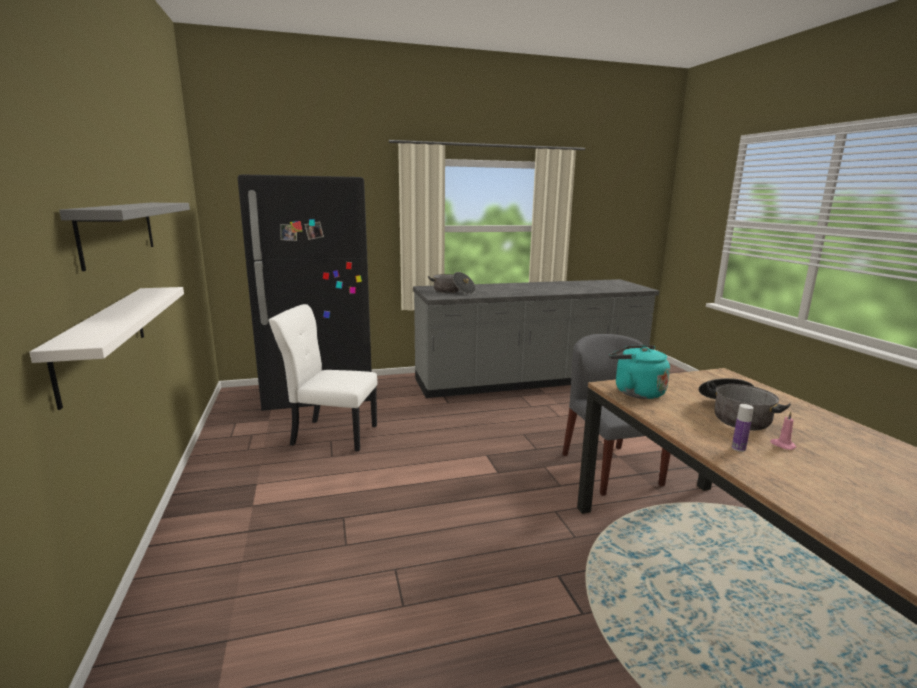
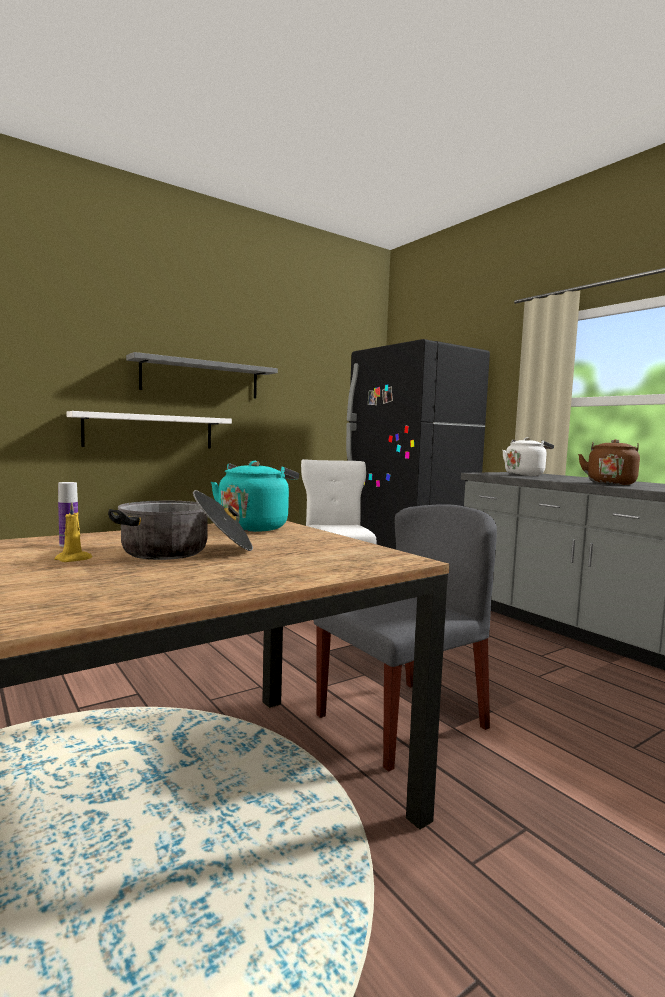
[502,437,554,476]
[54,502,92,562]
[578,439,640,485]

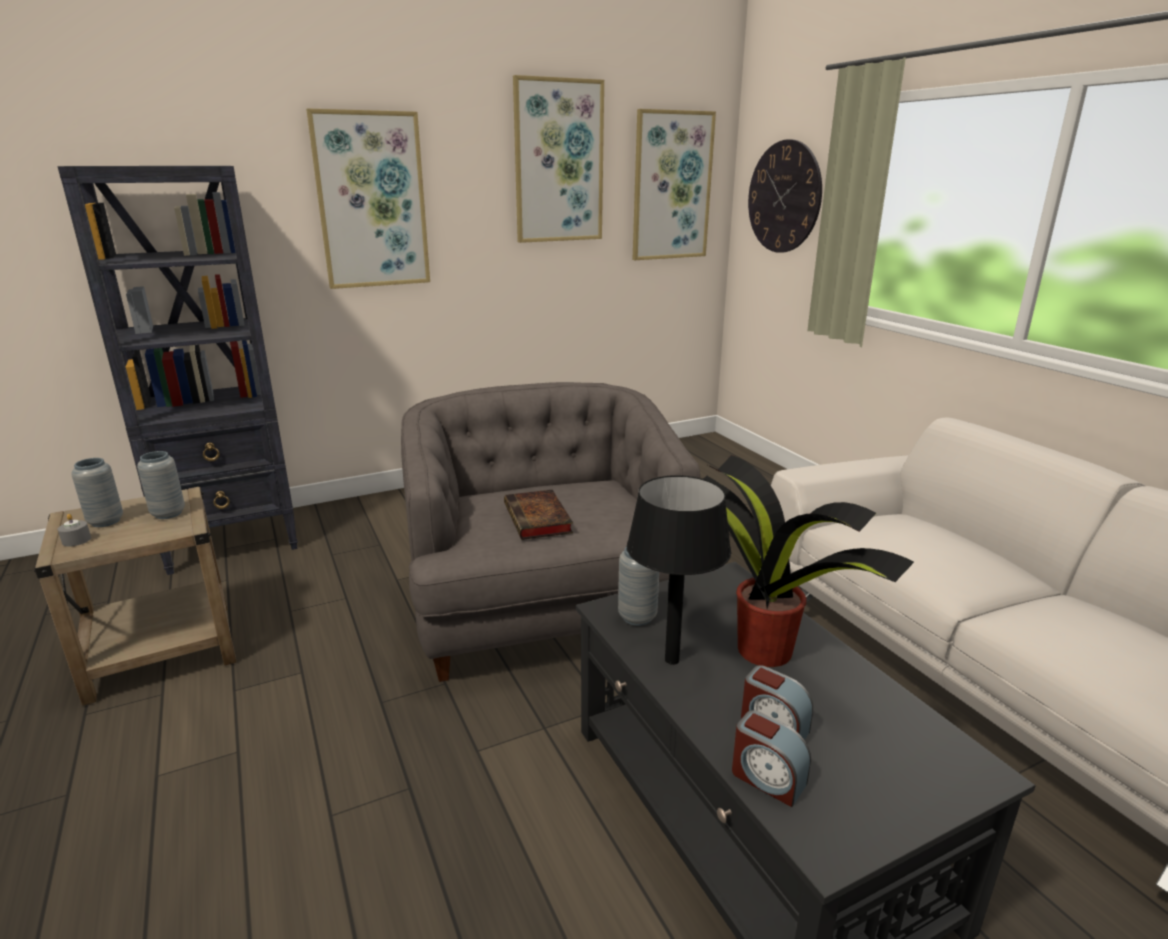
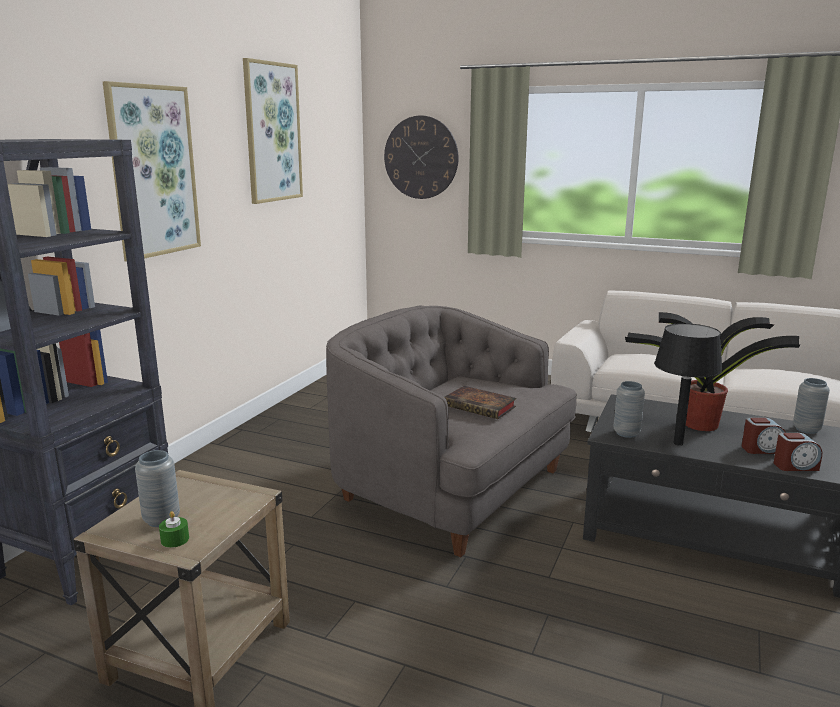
[159,511,189,548]
[793,378,830,434]
[633,109,716,260] (first image)

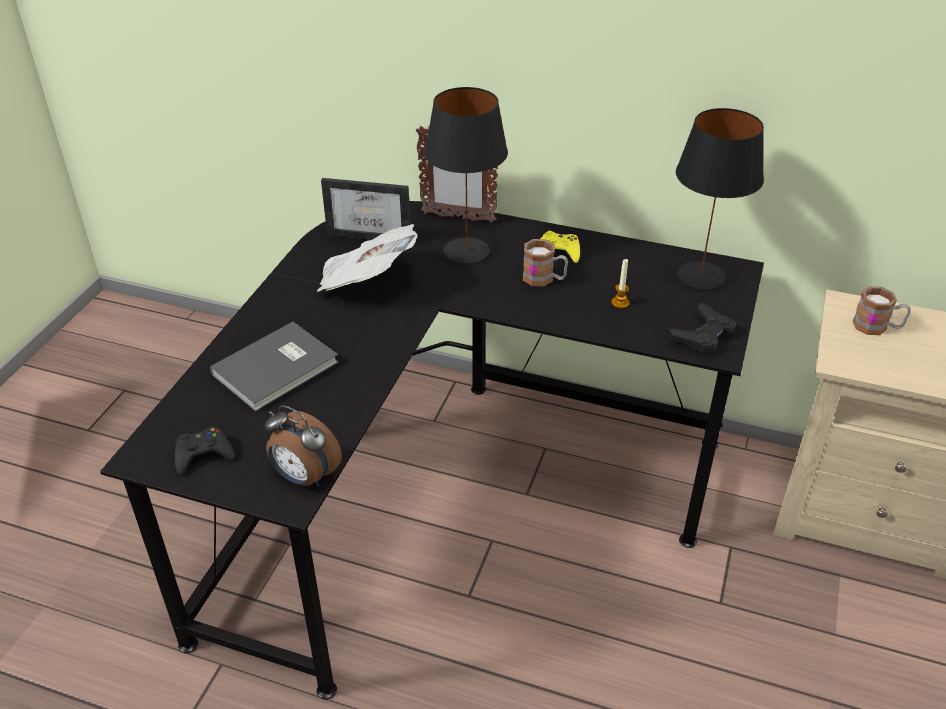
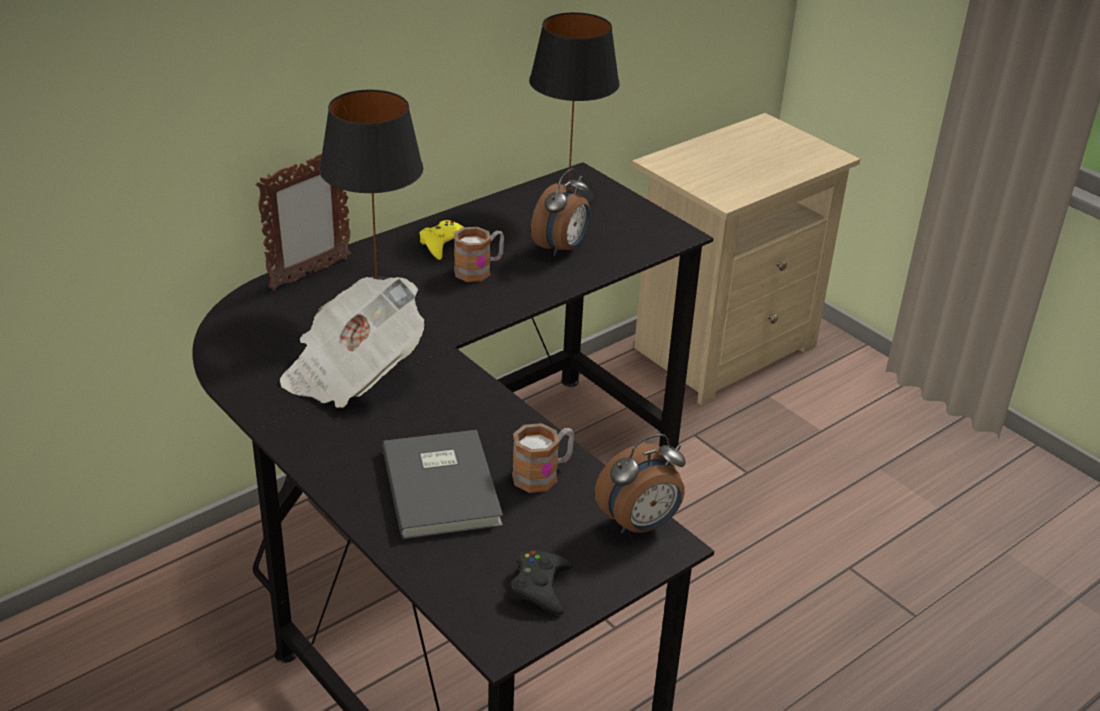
[321,178,410,240] (first image)
[531,168,590,256]
[669,303,736,355] (first image)
[512,423,574,493]

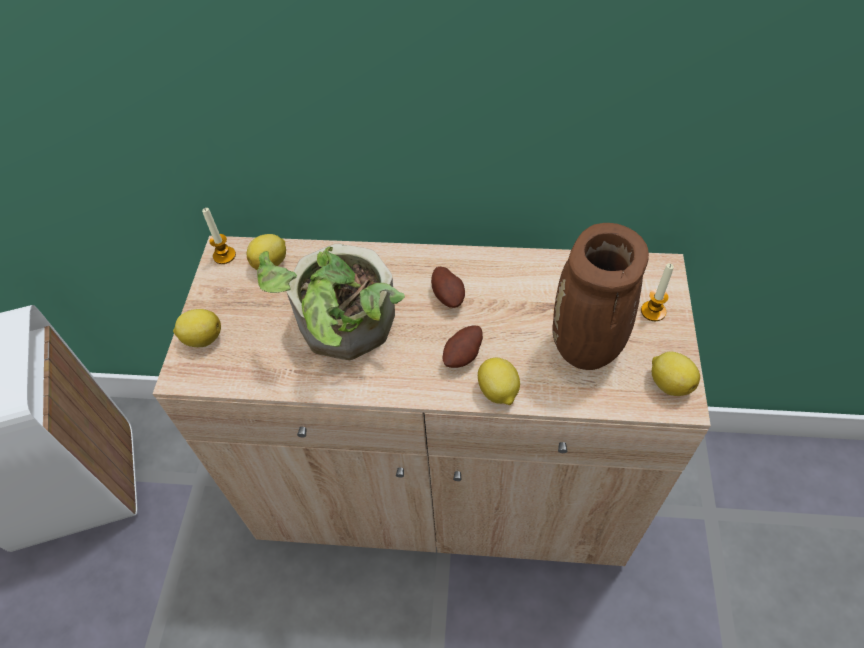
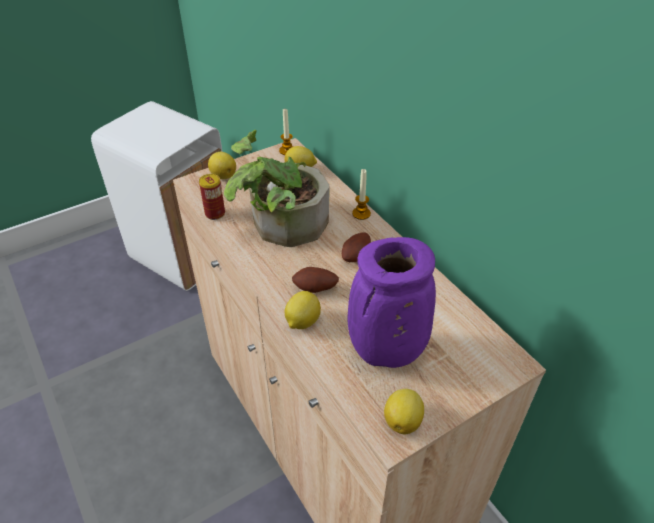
[347,237,436,368]
[352,169,371,220]
[199,174,225,220]

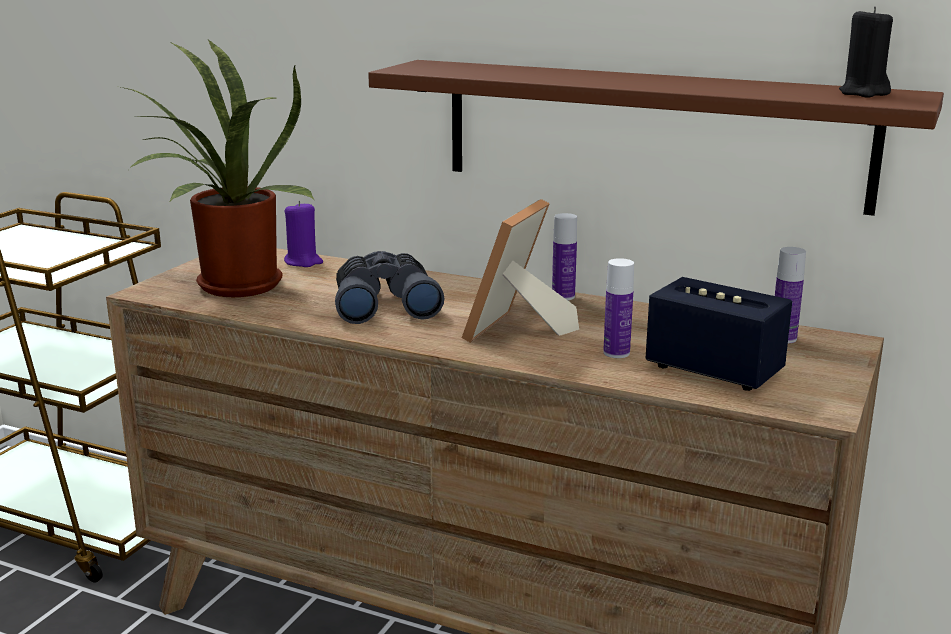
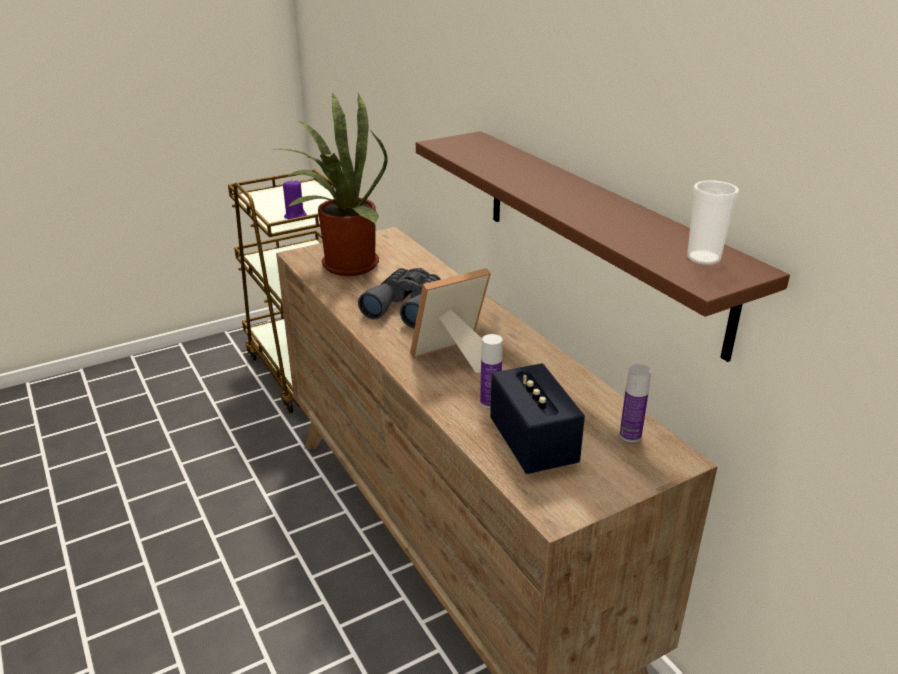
[283,179,307,219]
[552,213,577,300] (first image)
[687,181,739,265]

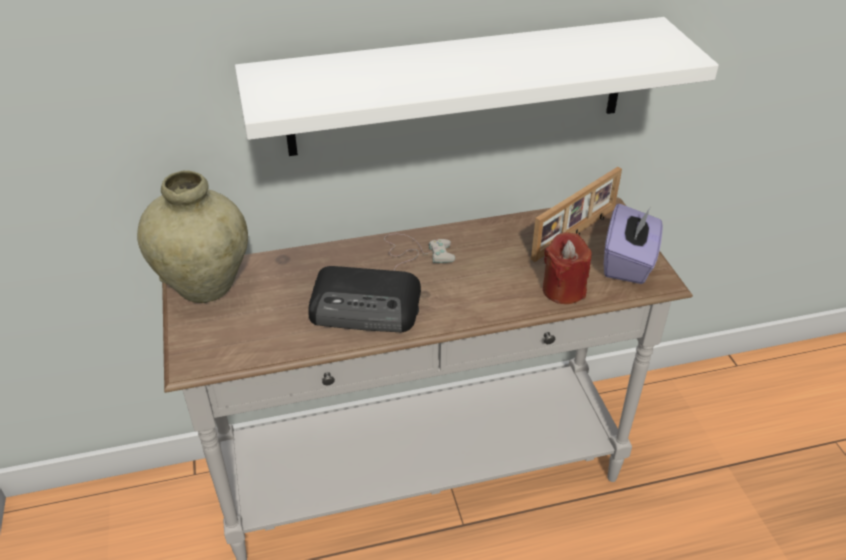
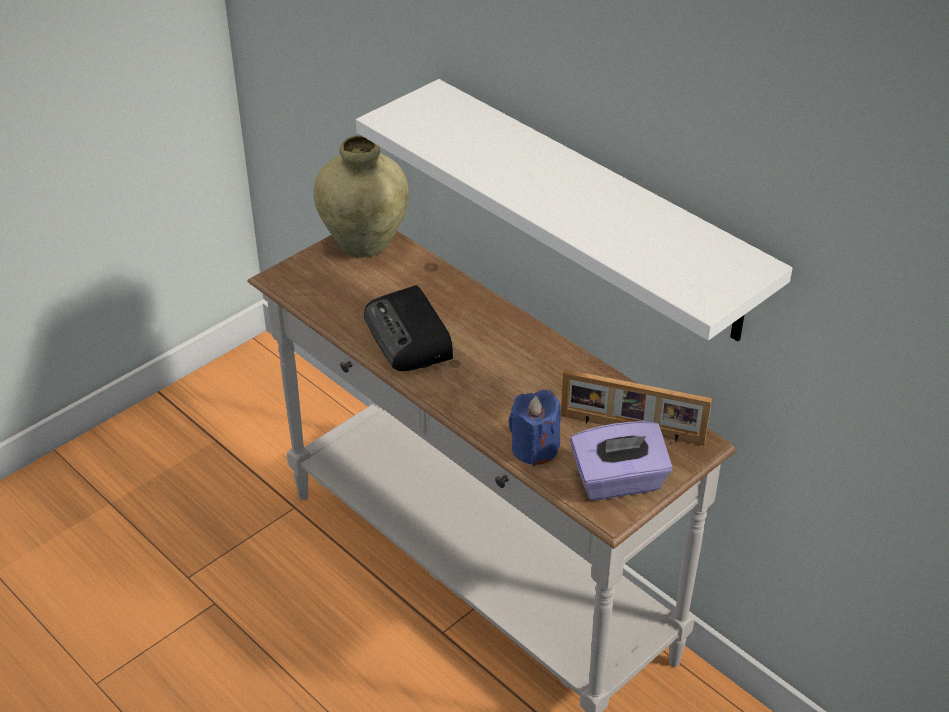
[384,234,455,271] (first image)
[508,390,561,466]

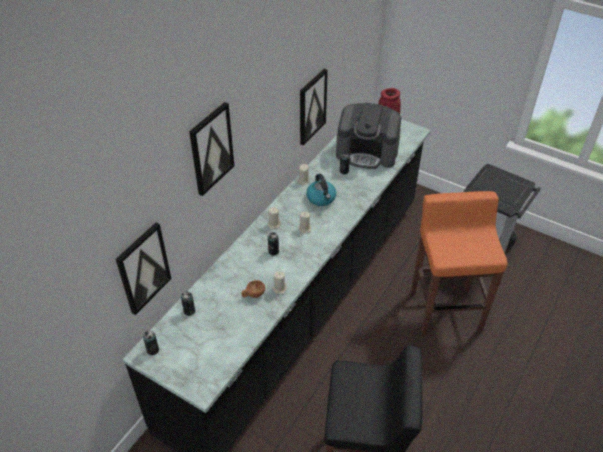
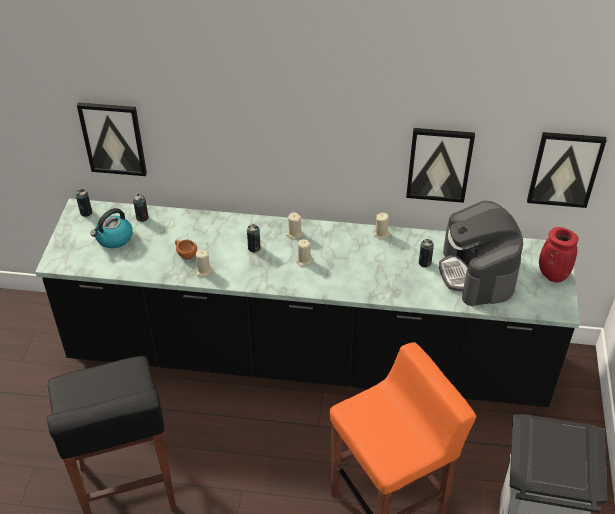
[527,132,607,208]
[90,208,133,248]

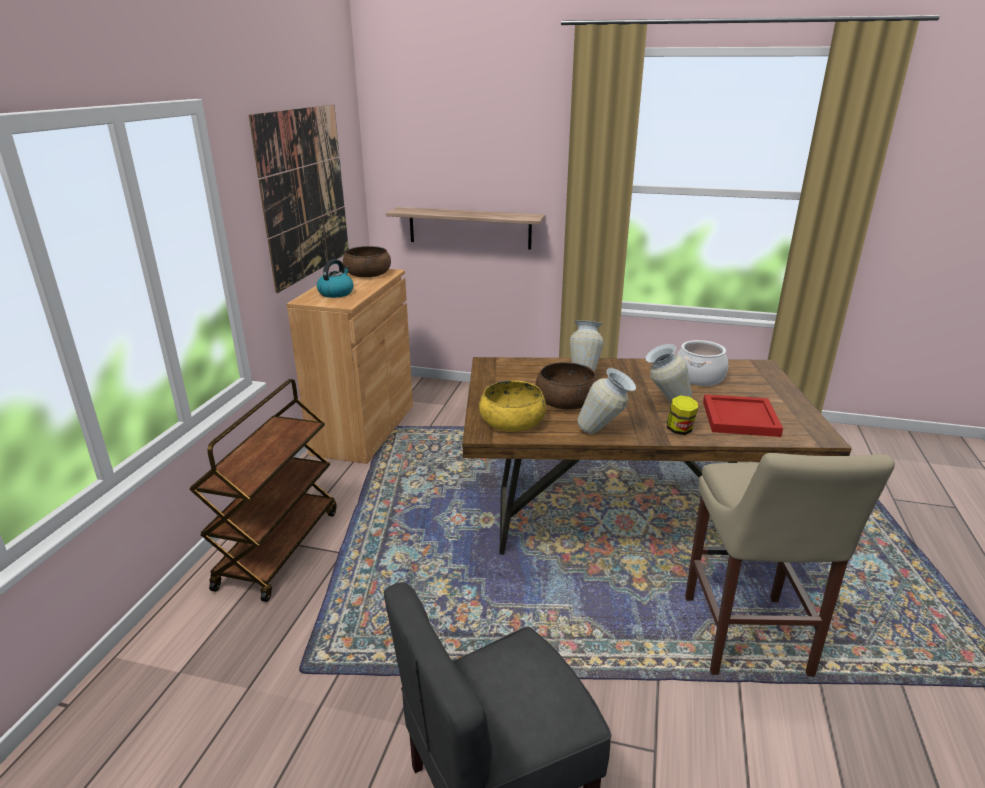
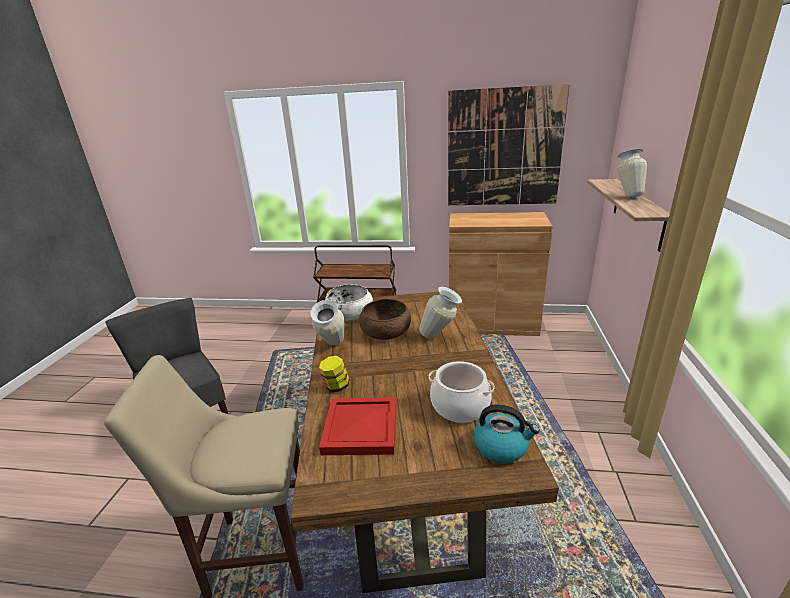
[474,404,540,463]
[343,246,391,277] (first image)
[325,284,373,321]
[617,149,647,198]

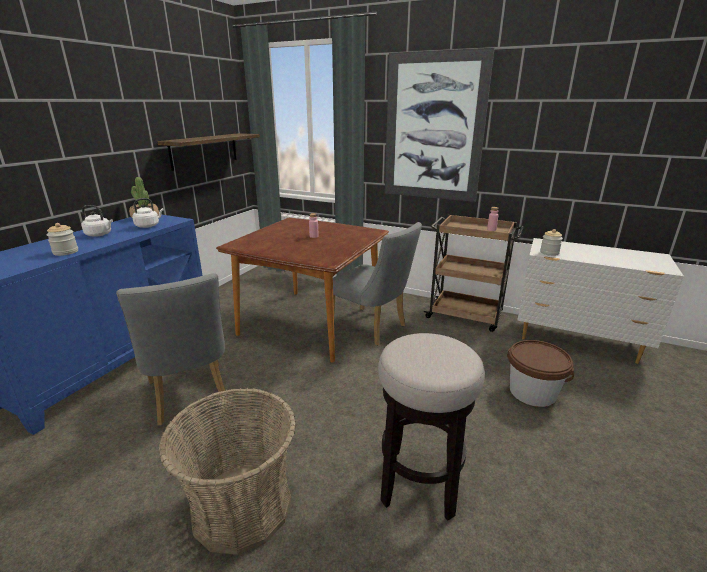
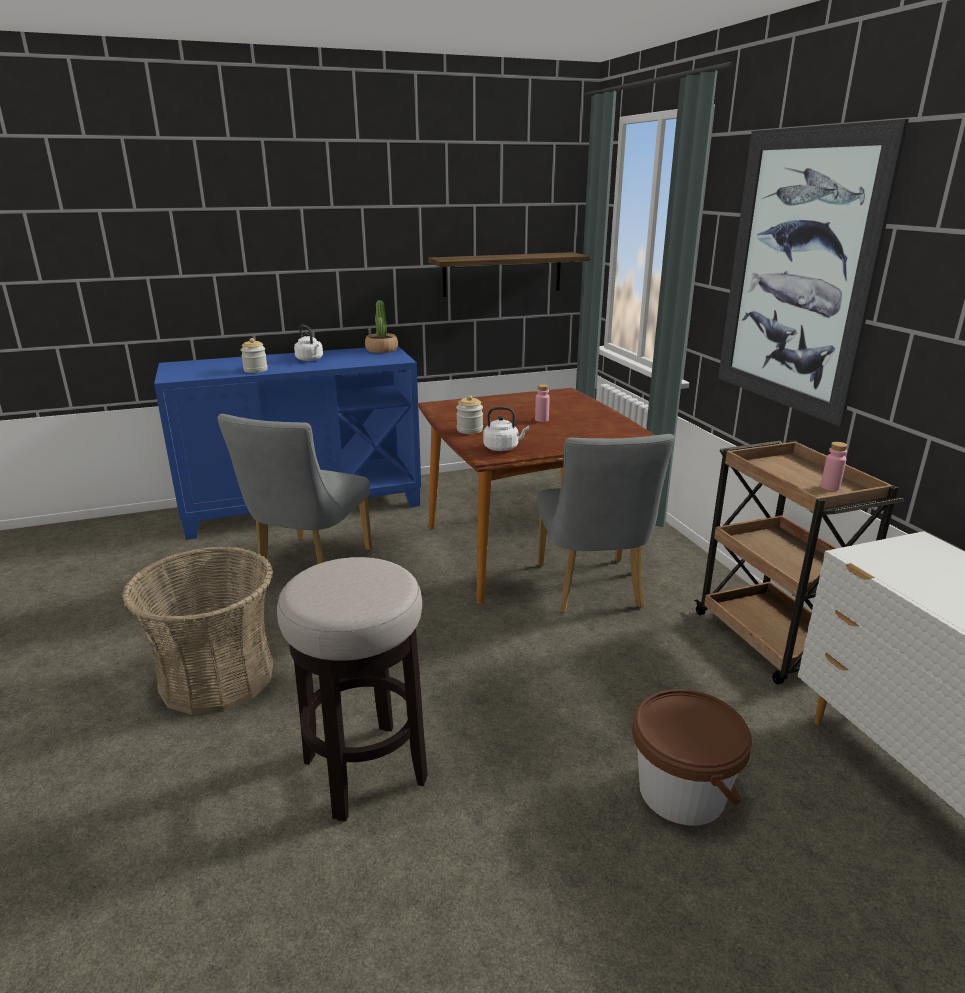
[483,407,529,451]
[456,395,483,434]

